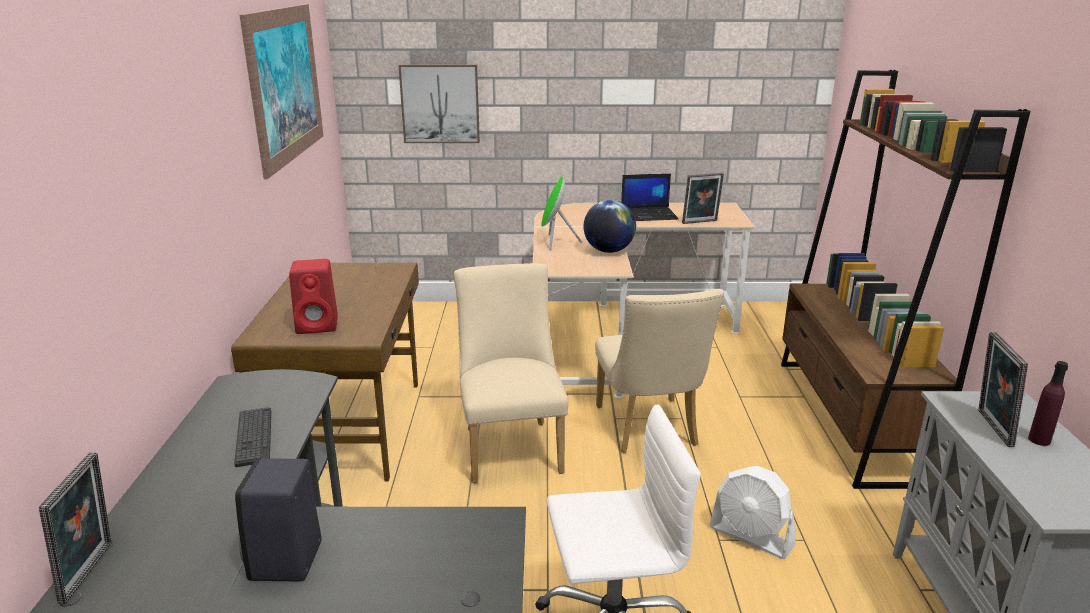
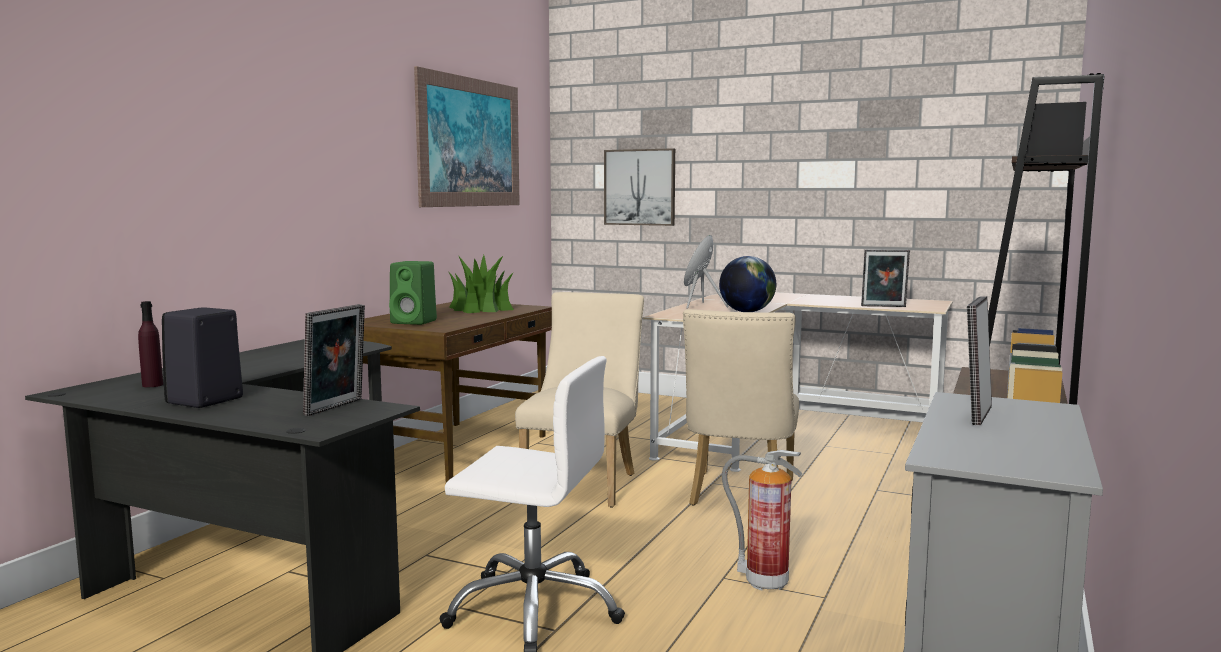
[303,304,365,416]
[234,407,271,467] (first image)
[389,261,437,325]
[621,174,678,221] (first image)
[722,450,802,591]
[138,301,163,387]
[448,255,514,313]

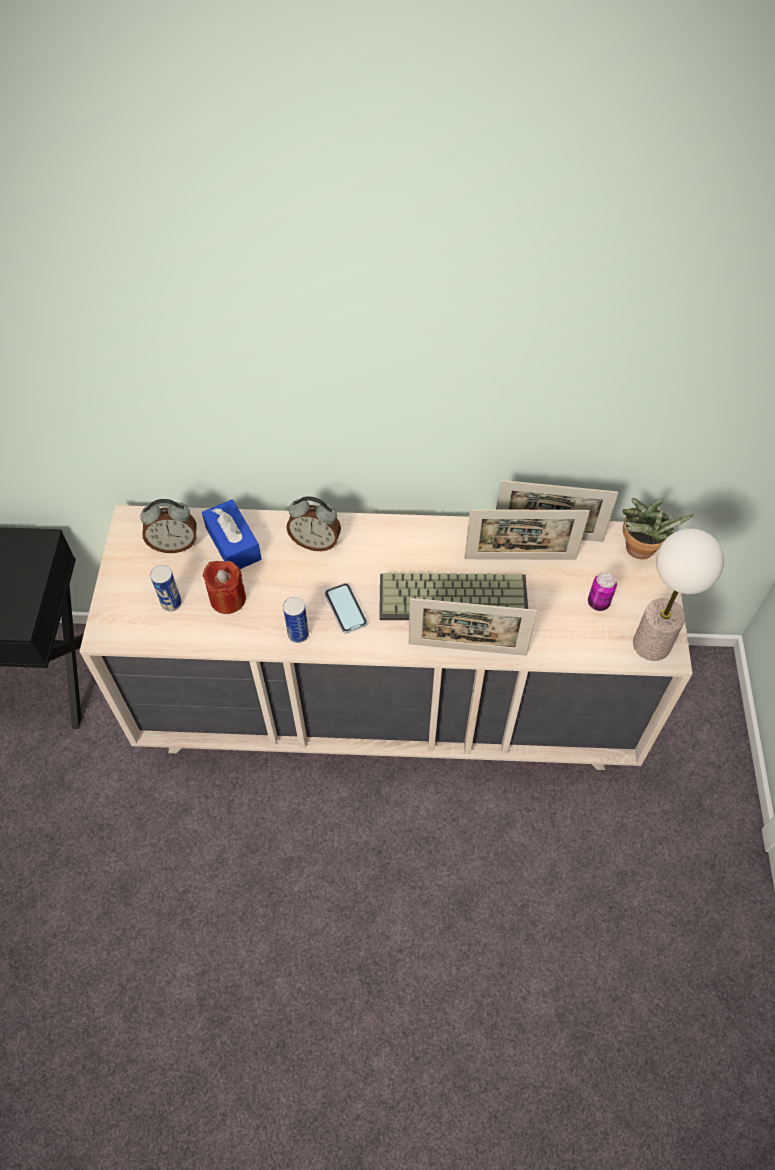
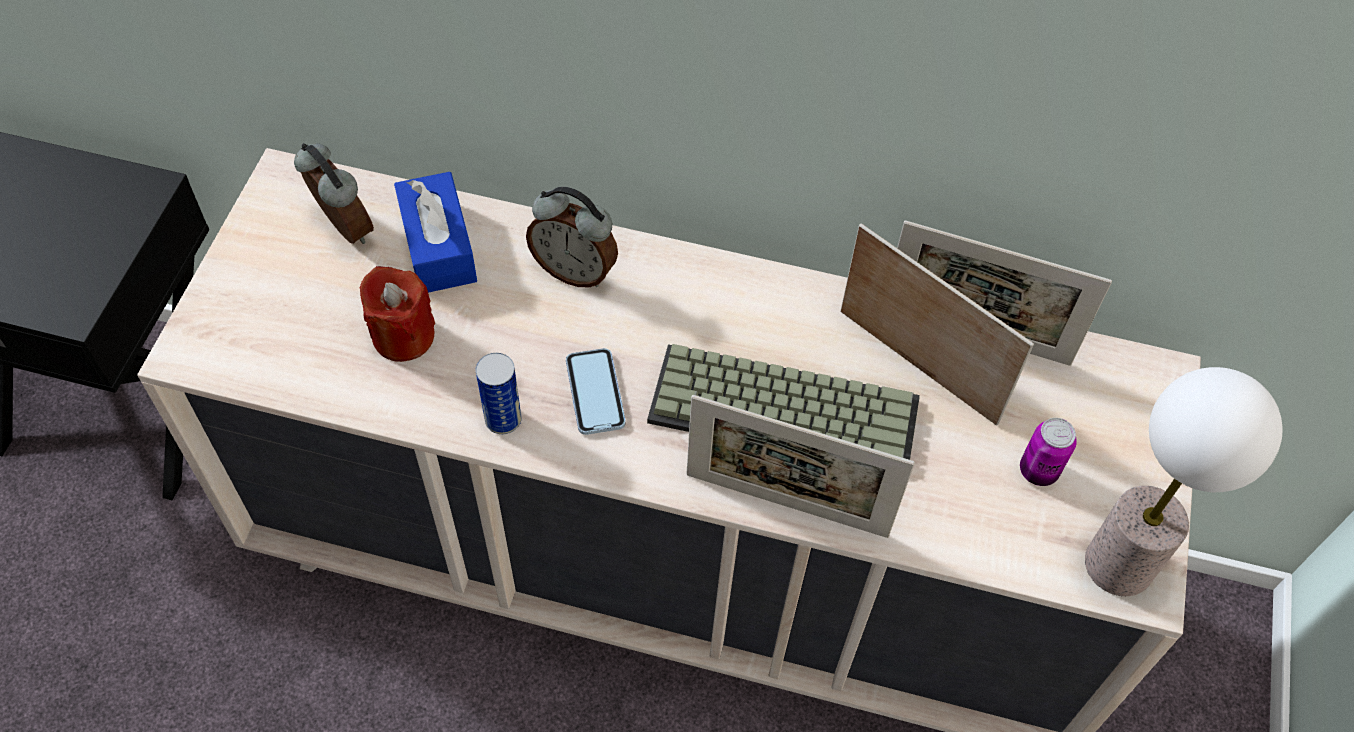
[294,143,374,244]
[150,565,182,611] (first image)
[841,224,1034,426]
[622,498,694,559] (first image)

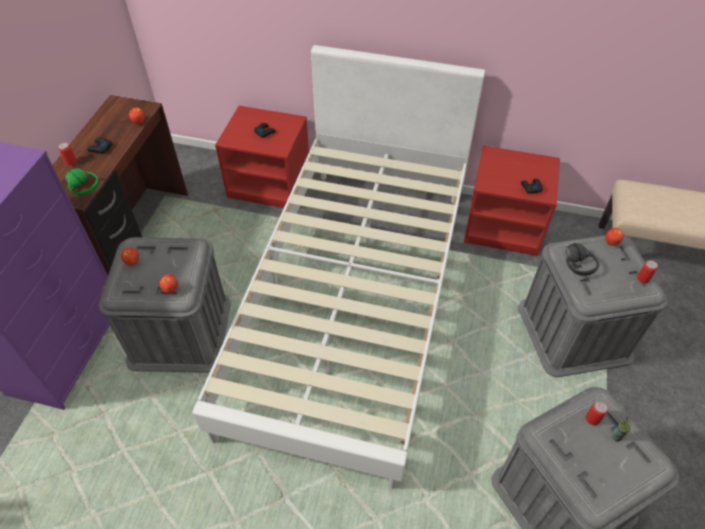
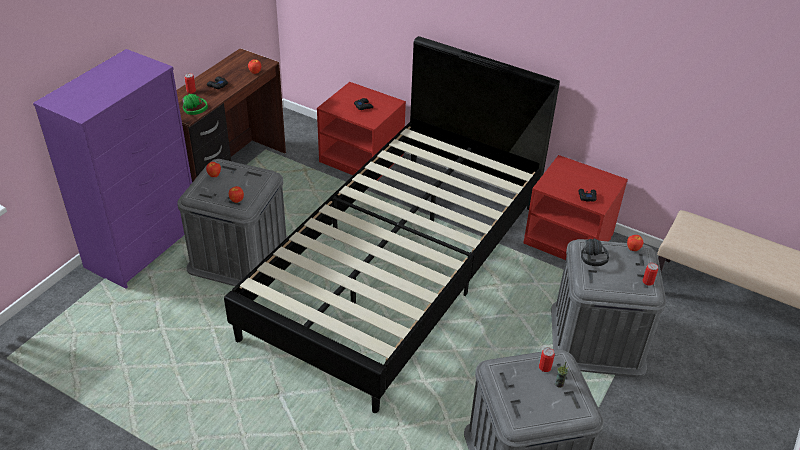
[224,36,560,413]

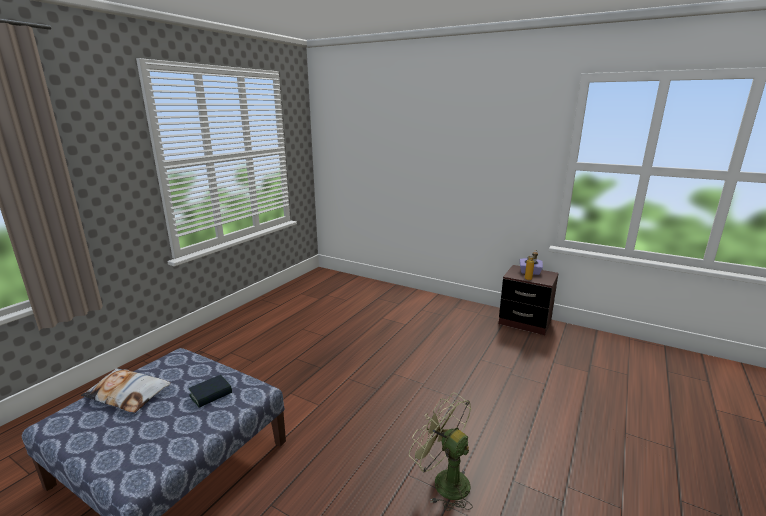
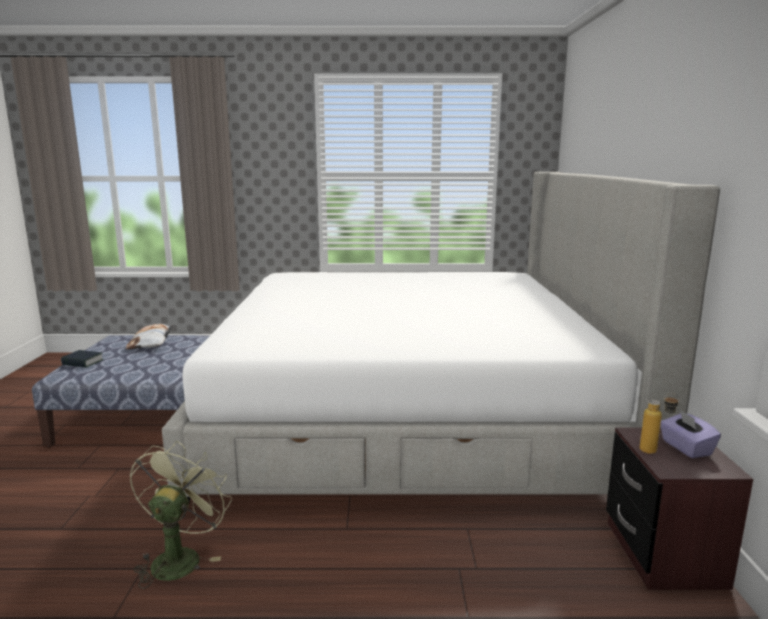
[61,350,104,368]
[162,172,720,505]

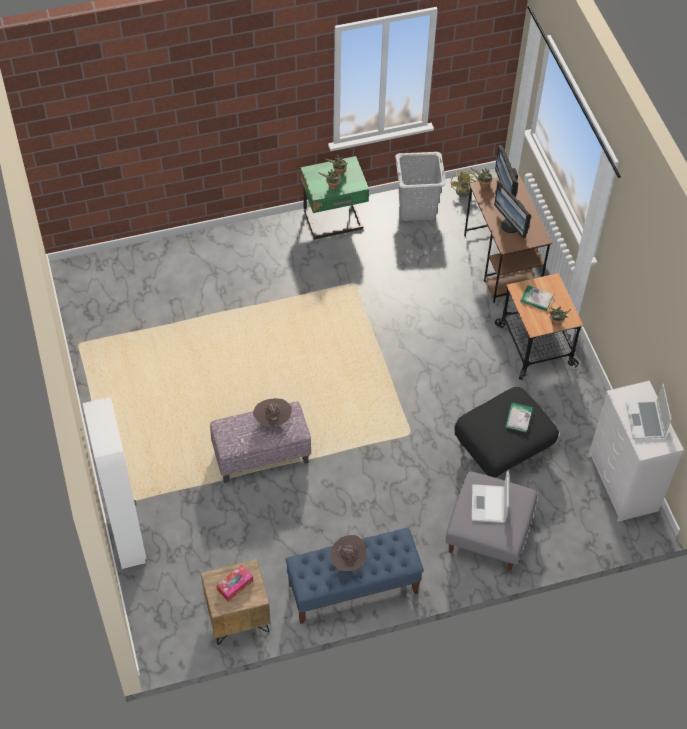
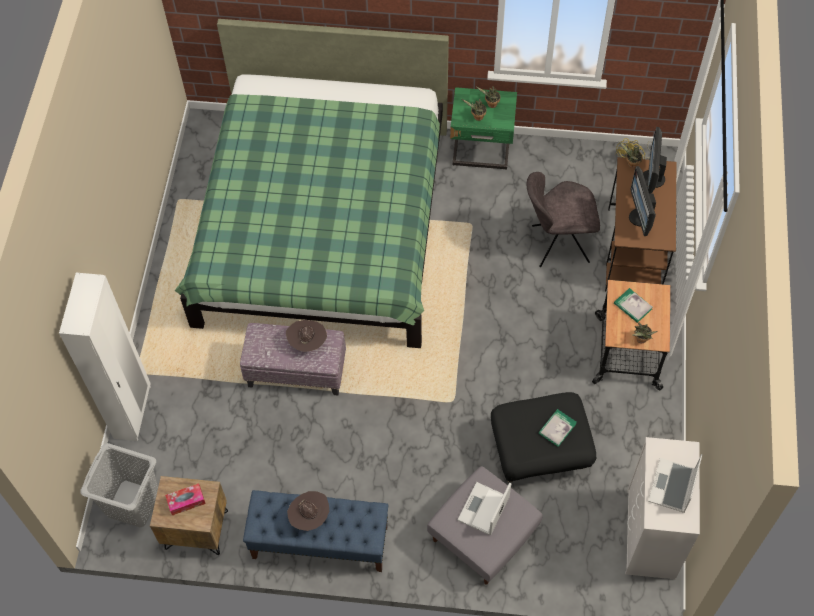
[80,443,158,527]
[175,19,449,348]
[526,172,600,268]

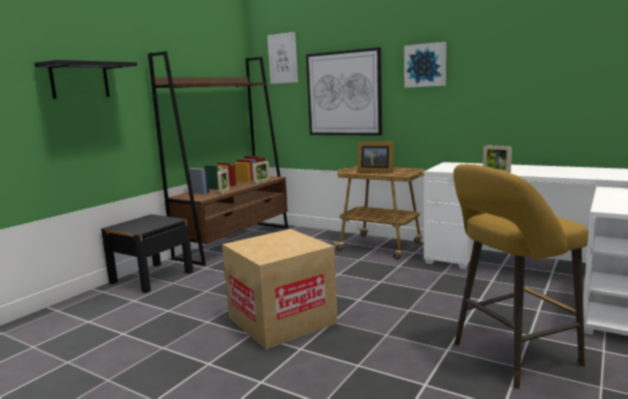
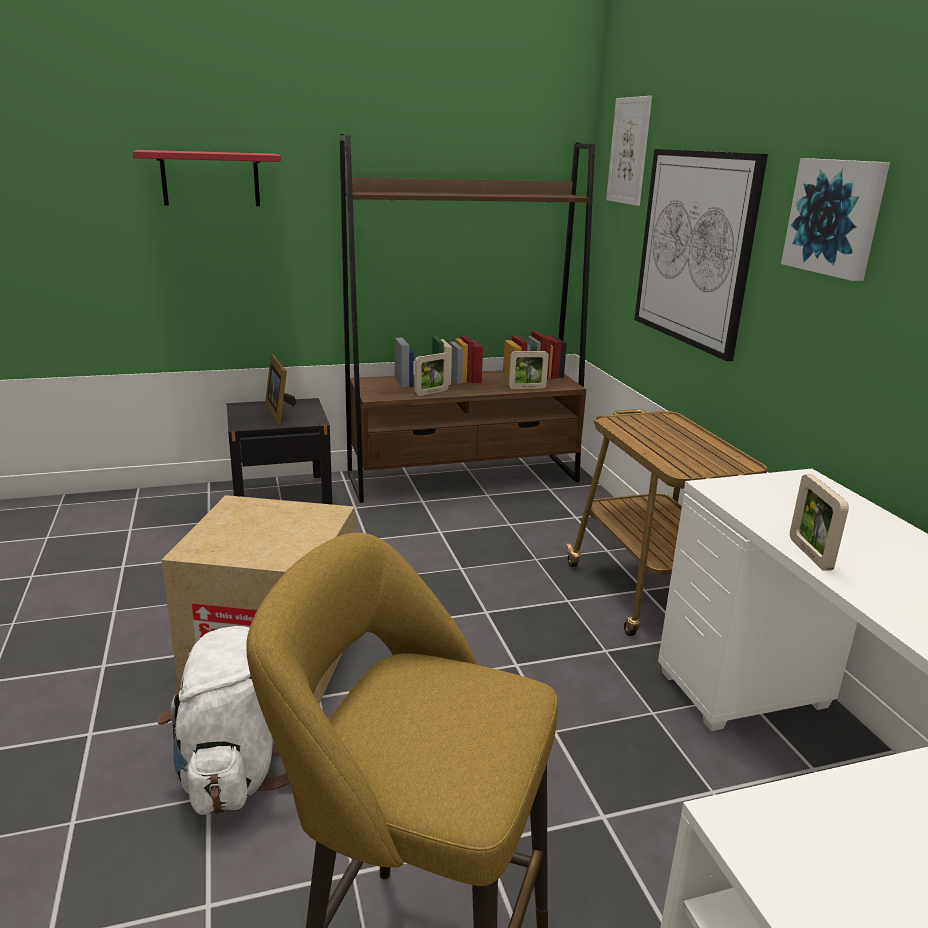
[133,150,281,206]
[265,354,297,424]
[157,626,290,815]

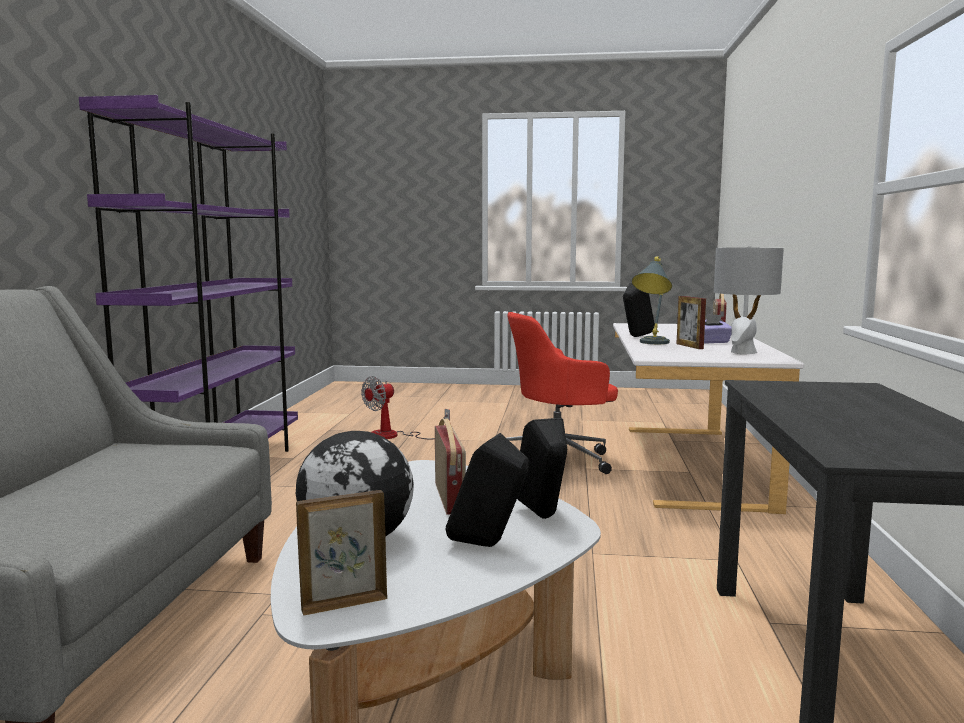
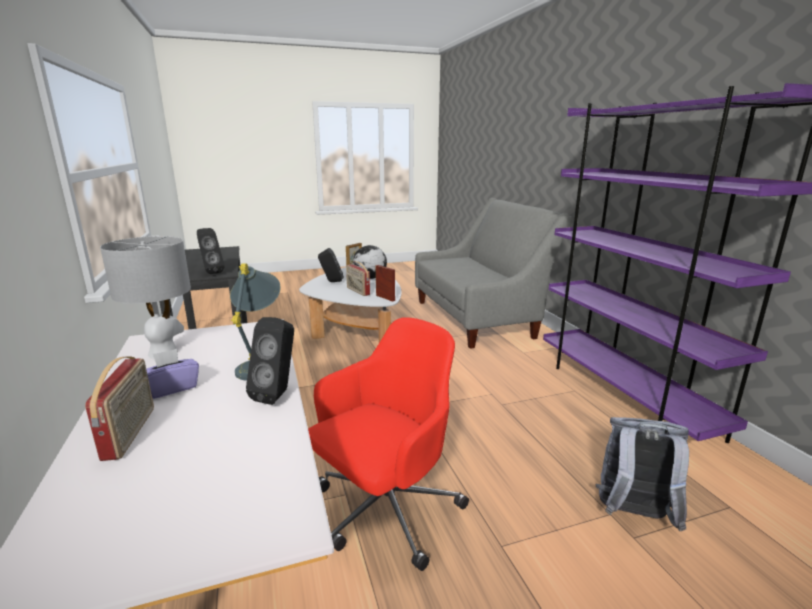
[595,417,689,531]
[197,228,225,274]
[375,265,395,302]

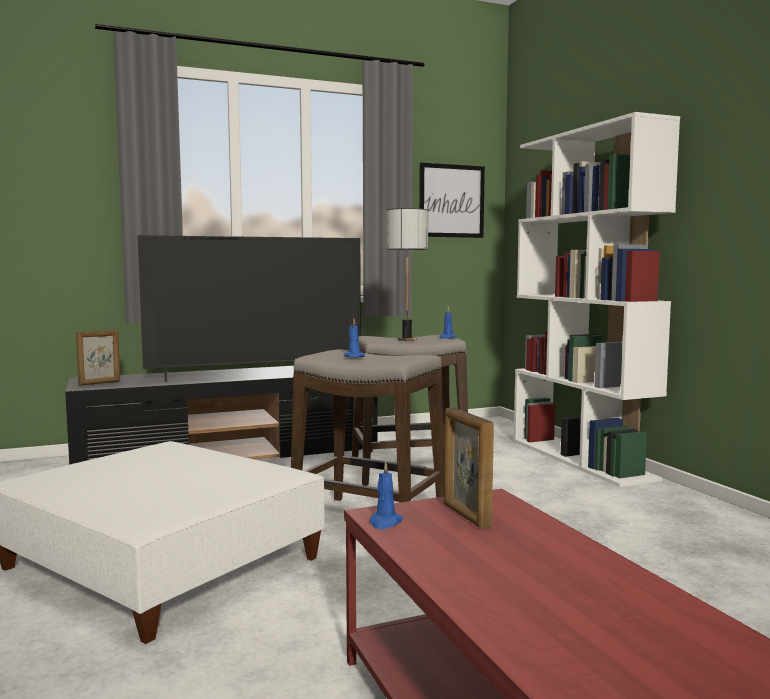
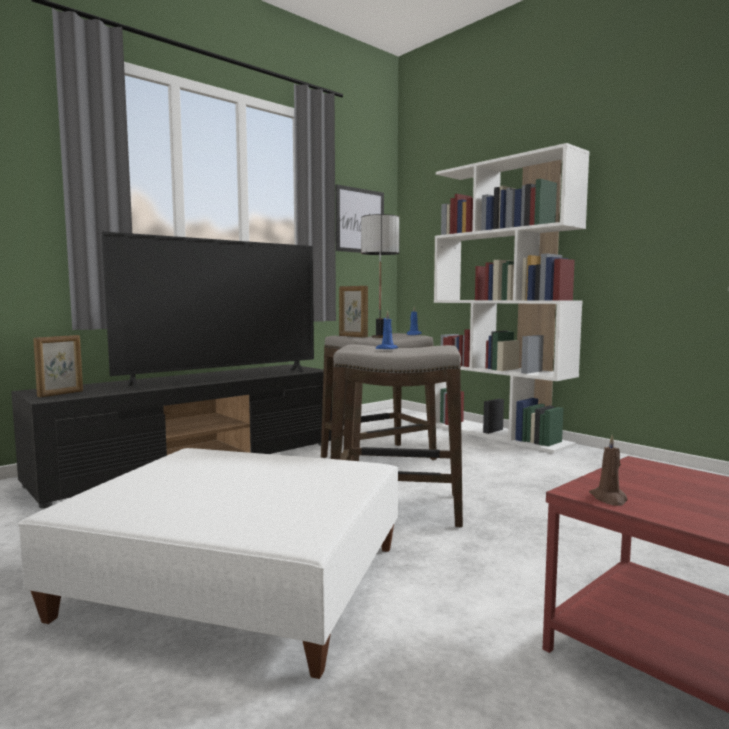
[589,435,628,506]
[339,286,368,338]

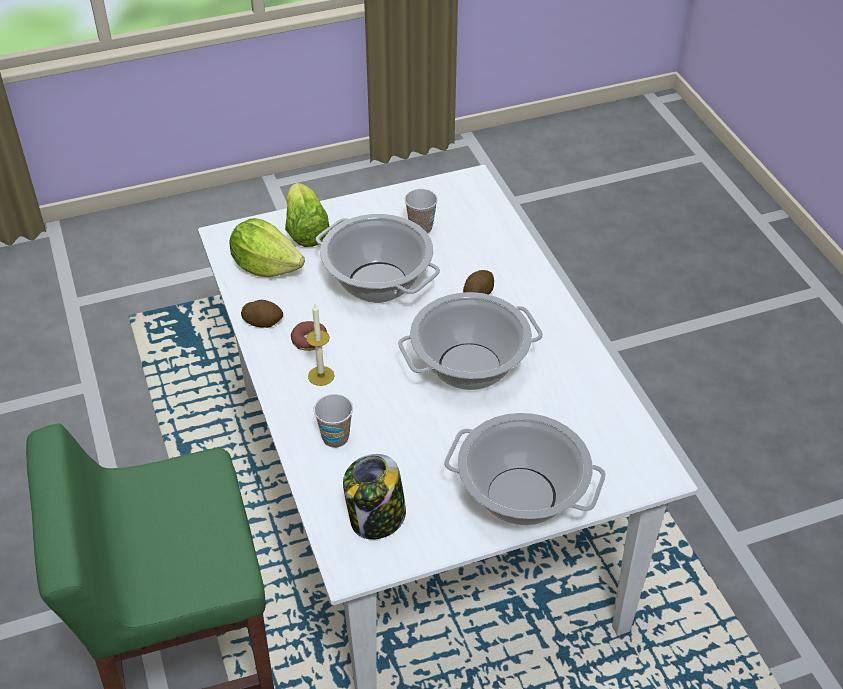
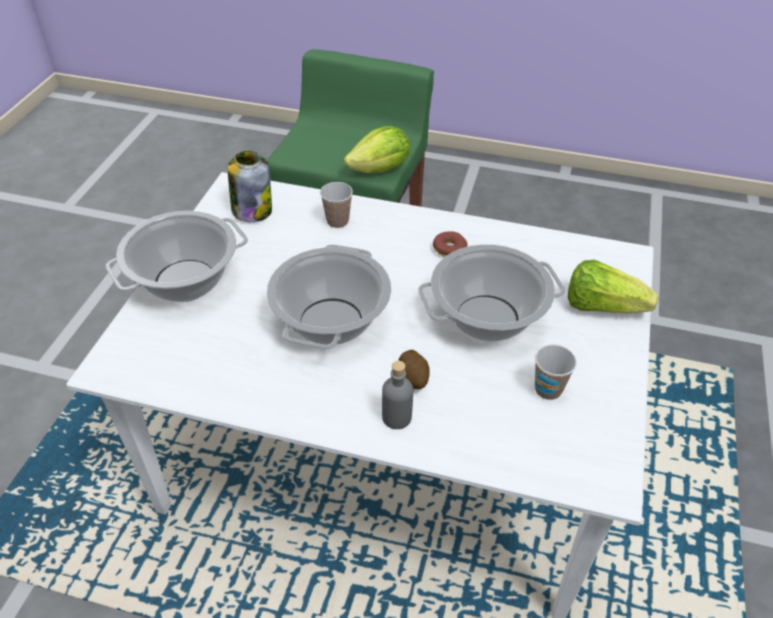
[344,126,410,173]
[241,300,283,328] (first image)
[306,305,335,386] (first image)
[382,361,413,429]

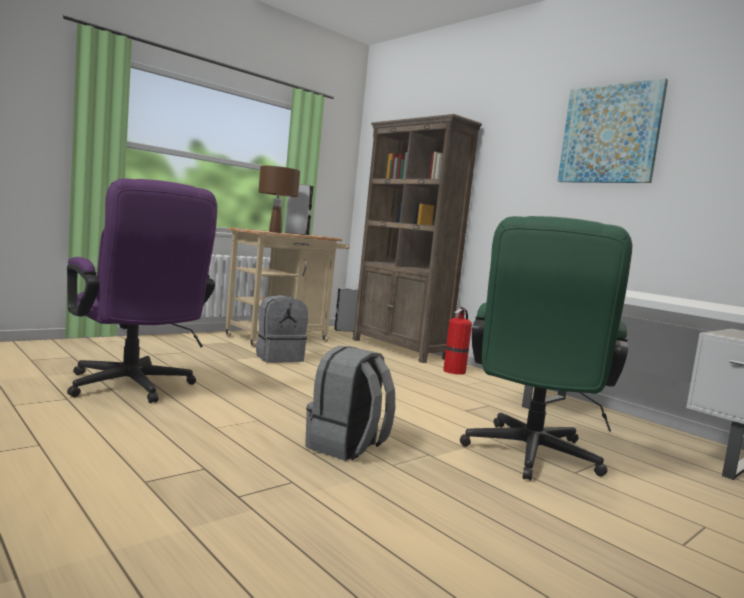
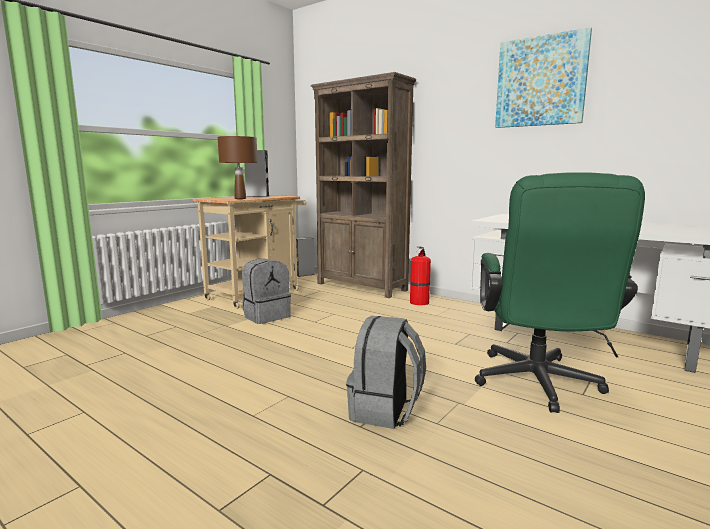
[67,178,217,403] (first image)

